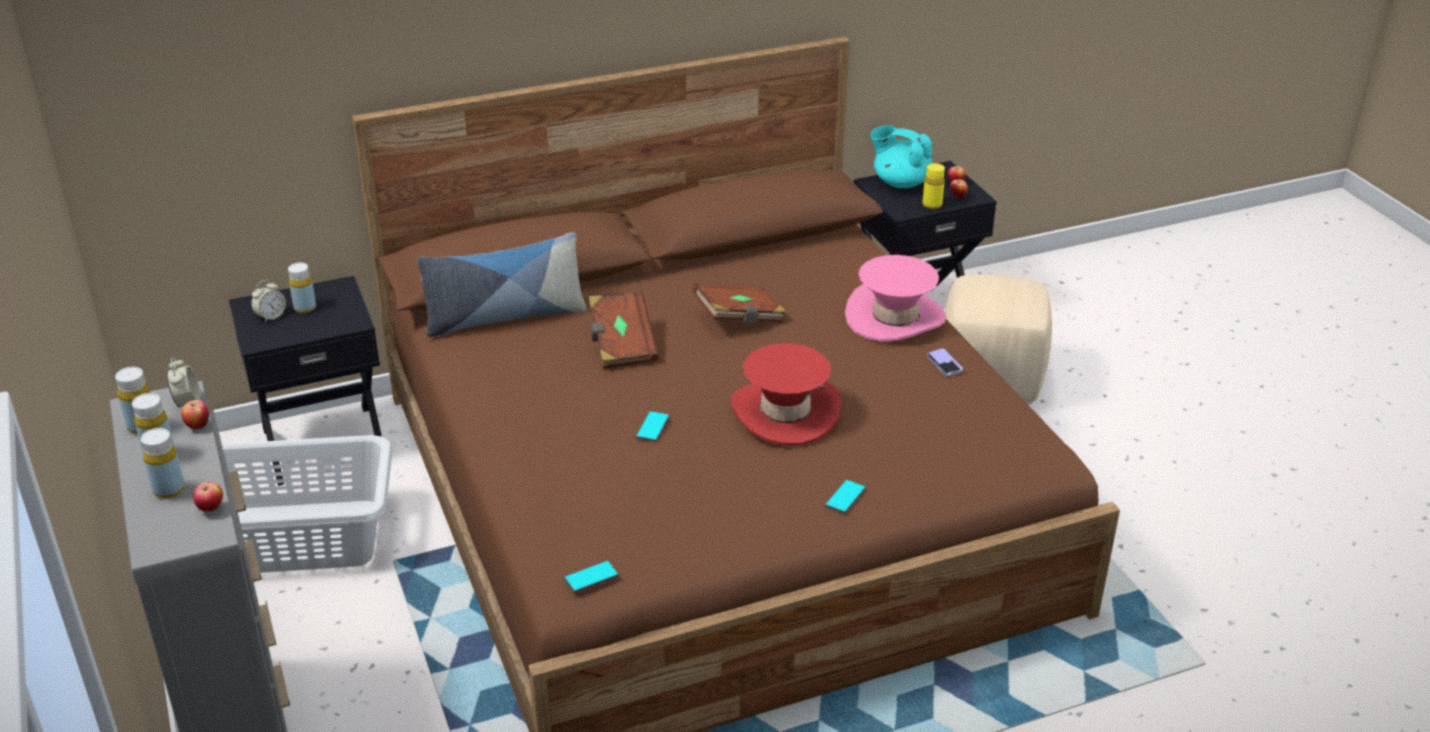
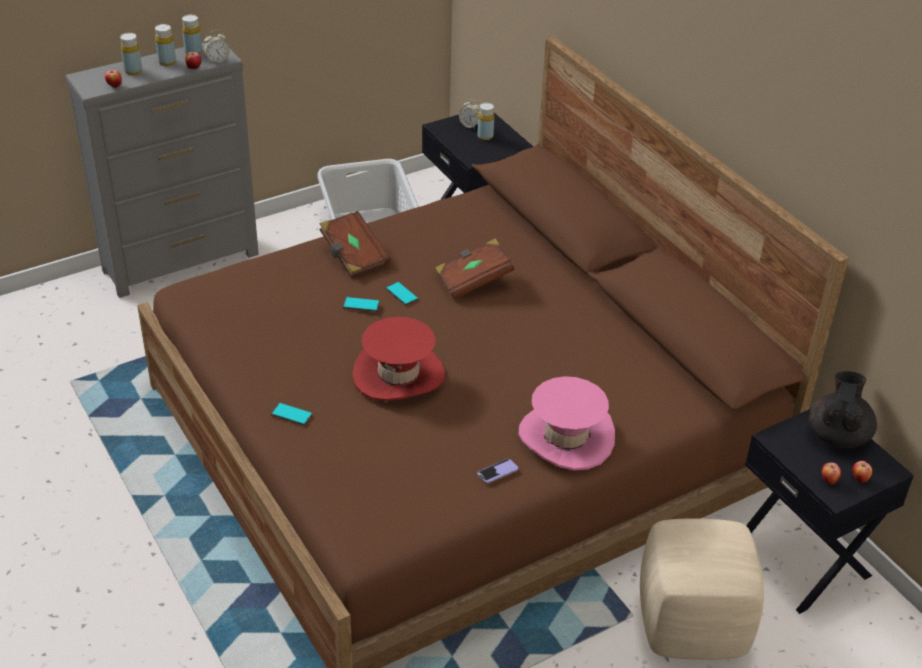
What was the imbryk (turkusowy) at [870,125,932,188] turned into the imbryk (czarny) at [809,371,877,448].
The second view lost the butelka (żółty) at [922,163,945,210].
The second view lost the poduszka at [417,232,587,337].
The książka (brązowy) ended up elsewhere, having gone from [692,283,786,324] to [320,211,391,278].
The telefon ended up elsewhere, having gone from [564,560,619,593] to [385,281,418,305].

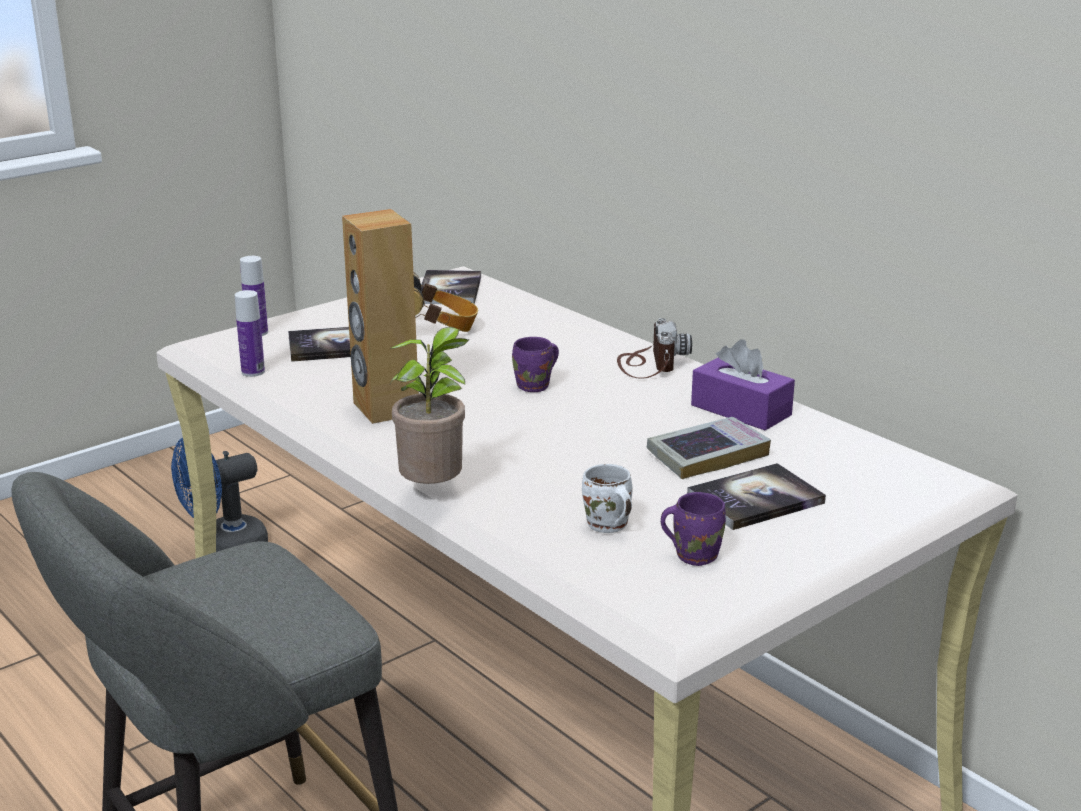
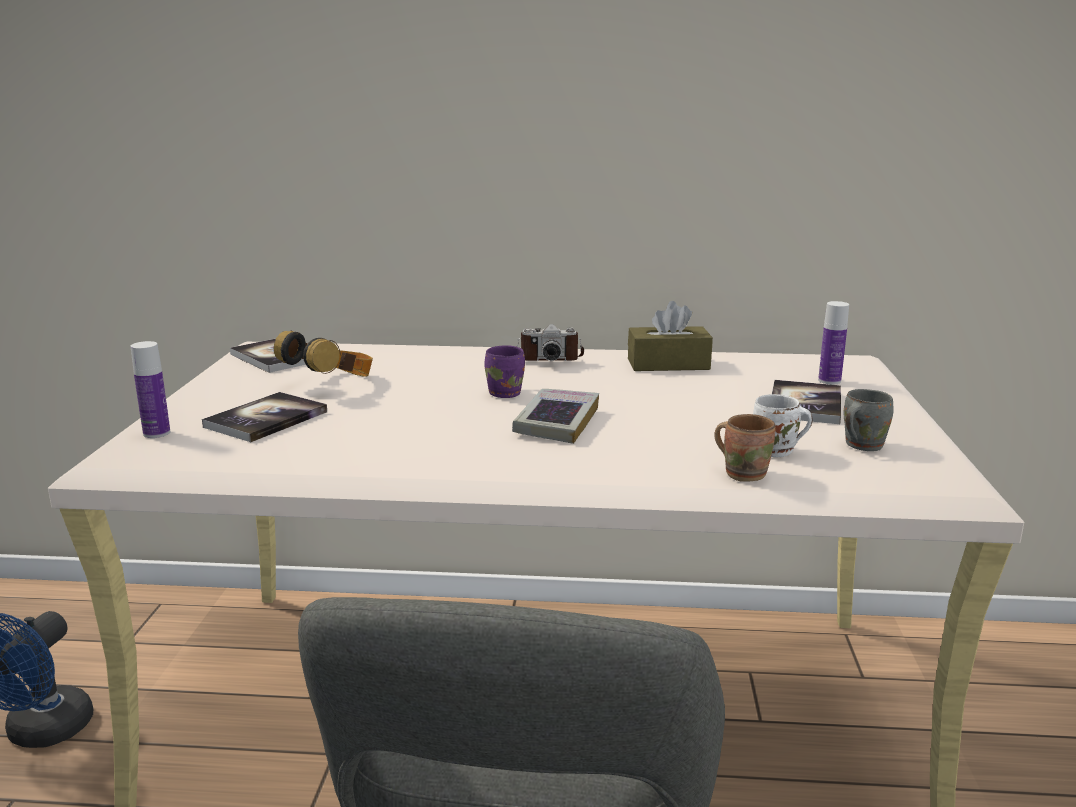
The second view lost the głośnik (brązowy) at [342,209,419,424].
The butelka ended up elsewhere, having gone from [235,290,265,377] to [818,301,849,385].
The aparat fotograficzny at [617,318,692,379] ended up facing another way, 135 degrees clockwise from before.
The second view lost the roślina doniczkowa at [390,327,470,484].
What was the pudełko chusteczek (fioletowy) at [691,340,795,431] turned into the pudełko chusteczek (brązowy) at [628,301,713,371].
The książka ended up elsewhere, having gone from [647,417,771,479] to [512,389,599,444].
What was the kubek (fioletowy) at [661,492,726,566] turned into the kubek (szary) at [844,389,894,451].
The second view gained the kubek (brązowy) at [715,414,776,482].

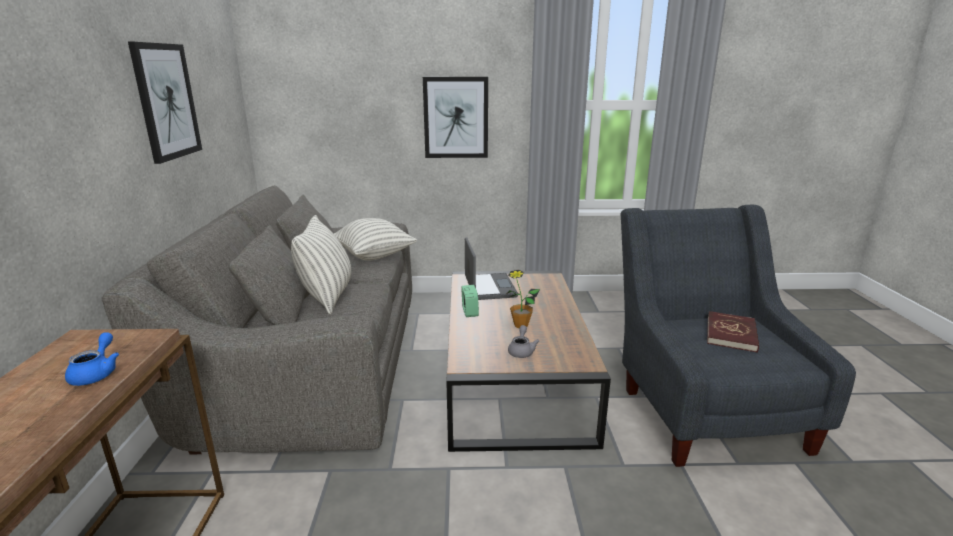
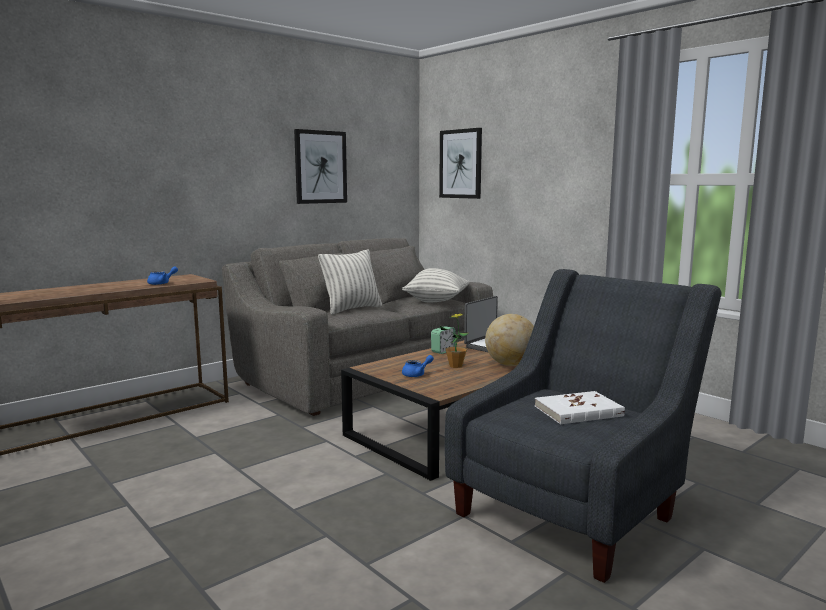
The obraz ended up elsewhere, having gone from [423,77,488,158] to [439,128,482,199].
What was the książka (czerwony) at [707,311,759,353] turned into the książka (biały) at [535,391,625,425].
What was the imbryk (szary) at [508,325,539,358] turned into the imbryk (niebieski) at [402,355,434,377].
The second view gained the globus at [485,314,534,366].

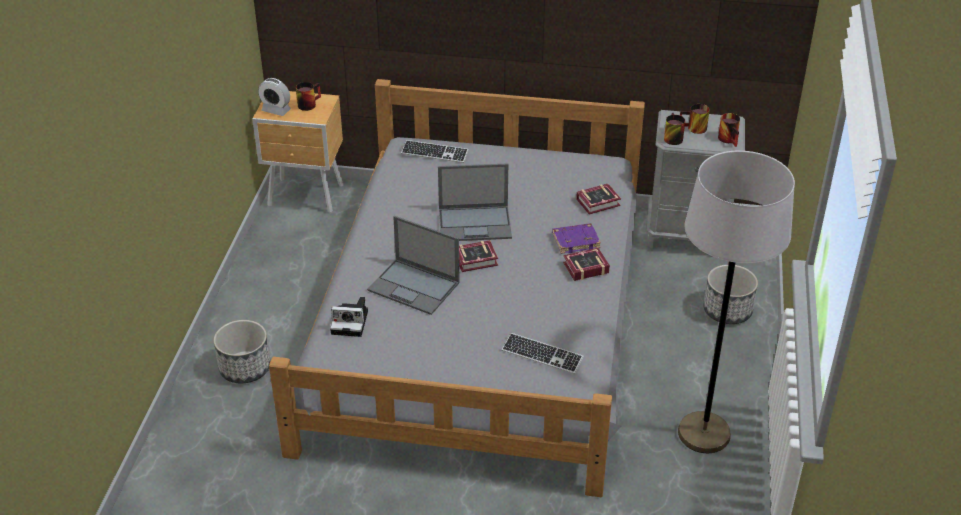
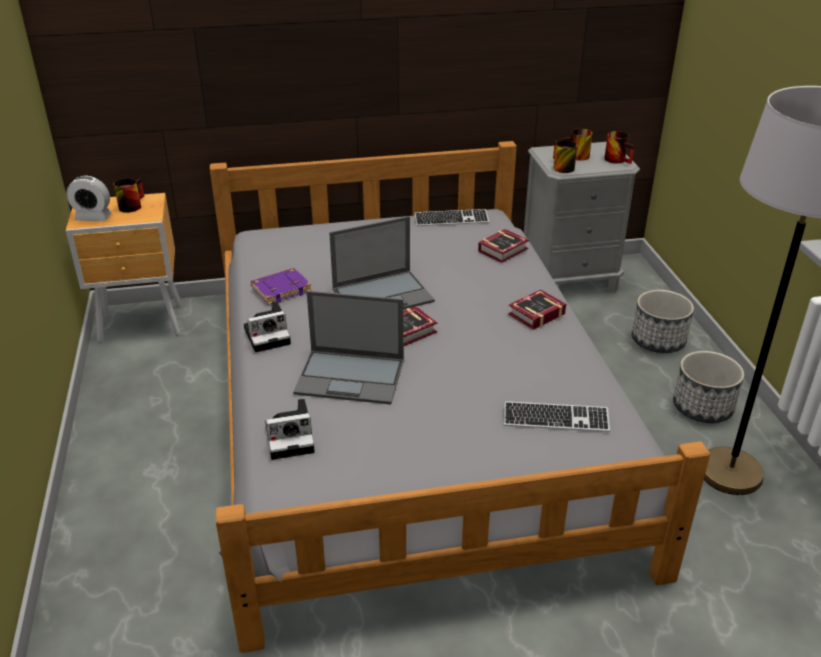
The klawiatura ended up elsewhere, having gone from [401,140,469,163] to [414,209,489,226].
The książka (fioletowy) ended up elsewhere, having gone from [552,223,601,254] to [251,268,312,305].
The donica ended up elsewhere, having gone from [213,320,271,383] to [673,351,744,423].
The second view gained the aparat fotograficzny at [244,301,291,353].

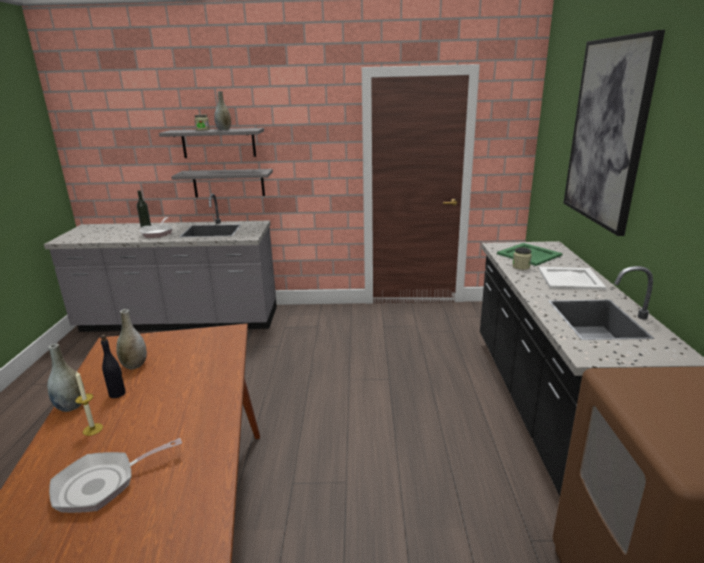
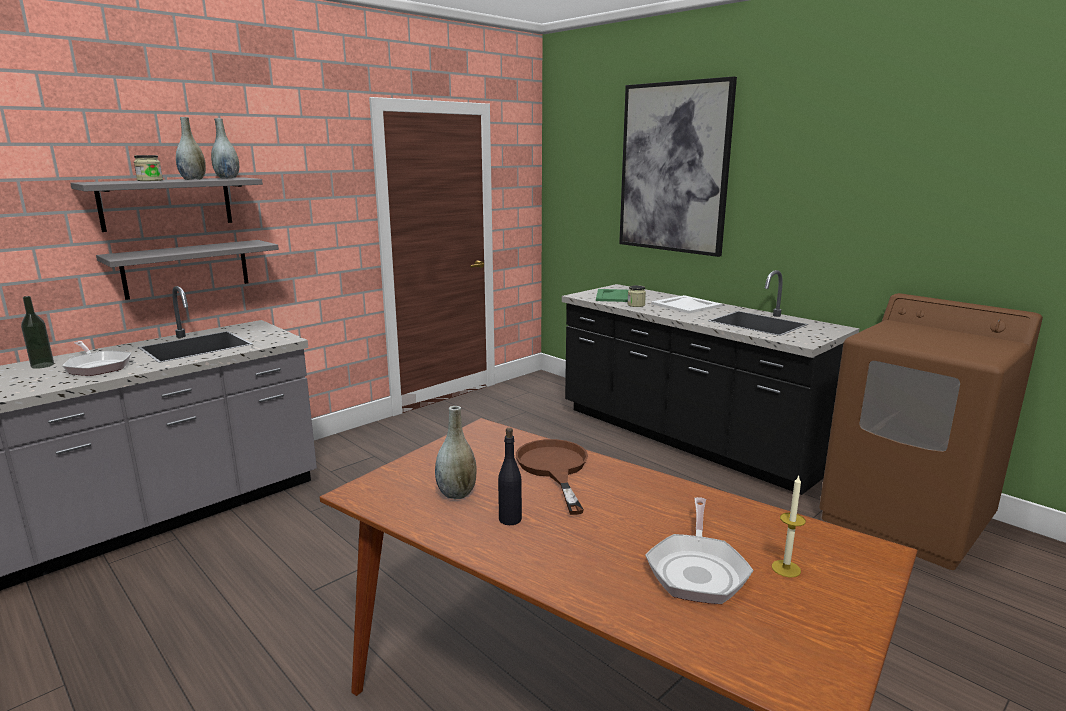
The wazon (szary) ended up elsewhere, having gone from [47,344,85,412] to [211,118,239,178].
The świeca ended up elsewhere, having gone from [75,370,103,436] to [772,475,806,577].
The second view gained the patelnia (brązowy) at [516,439,588,515].

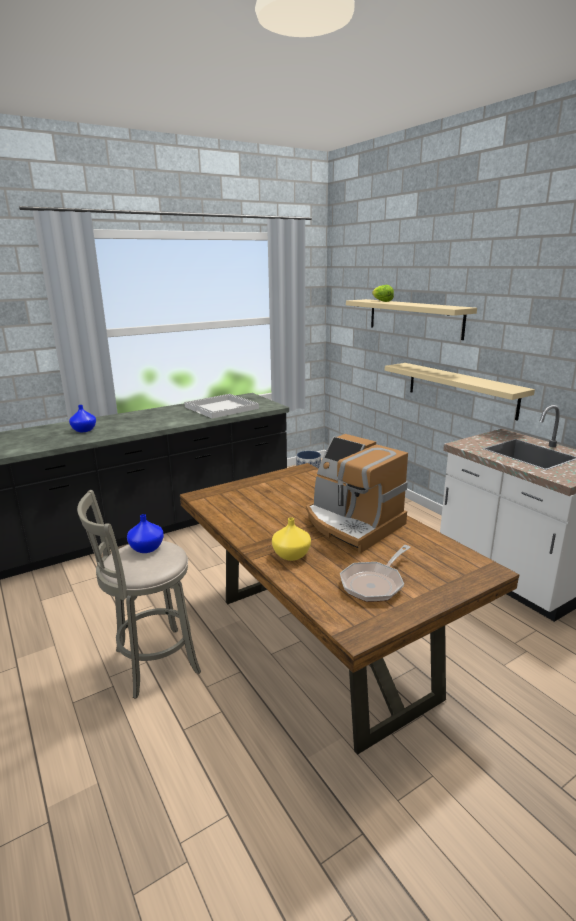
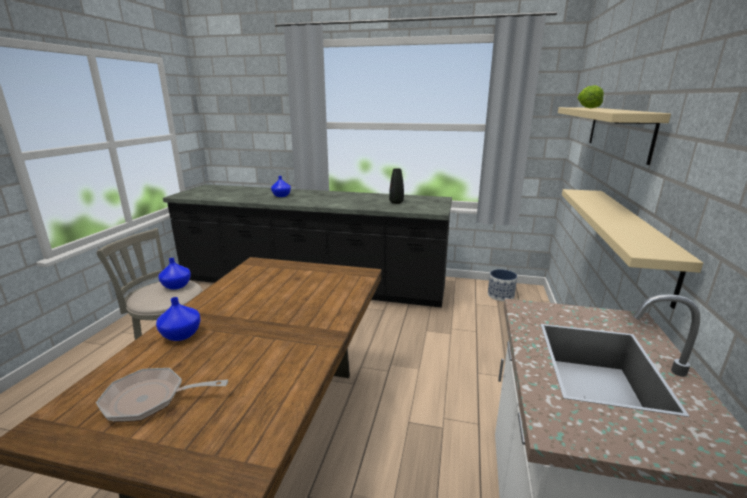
Where the taca (biały) stood at [184,394,259,419], the wazon (czarny) came to stand at [389,168,404,204].
The second view lost the ekspres do kawy at [306,434,408,554].
What was the wazon (żółty) at [272,517,311,561] turned into the wazon (niebieski) at [156,297,201,341].

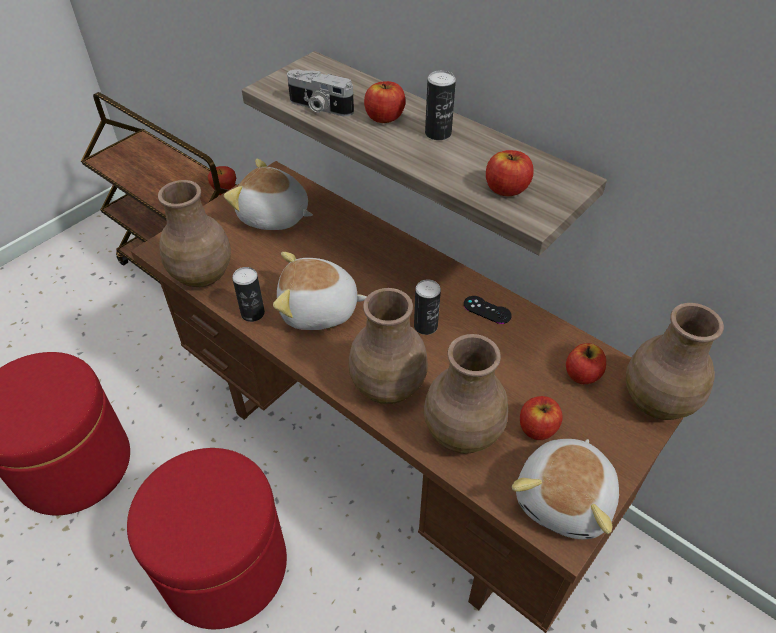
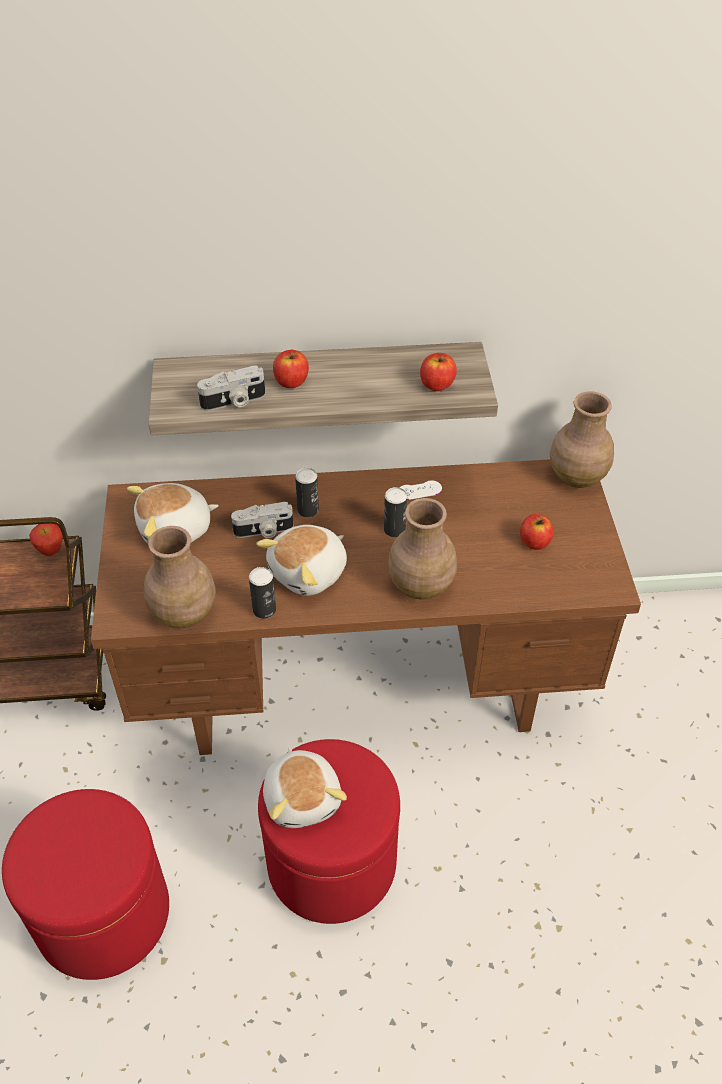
The puszka ended up elsewhere, having gone from [425,70,456,140] to [295,468,319,517].
What was the pad do gier (czarny) at [464,296,512,324] turned into the pad do gier (biały) at [399,480,442,500].
The second view lost the wazon (brązowy) at [424,334,508,454].
The second view lost the jabłko at [566,343,606,384].
The pluszak ended up elsewhere, having gone from [512,439,619,539] to [263,747,347,828].
The second view gained the aparat fotograficzny at [231,502,293,538].

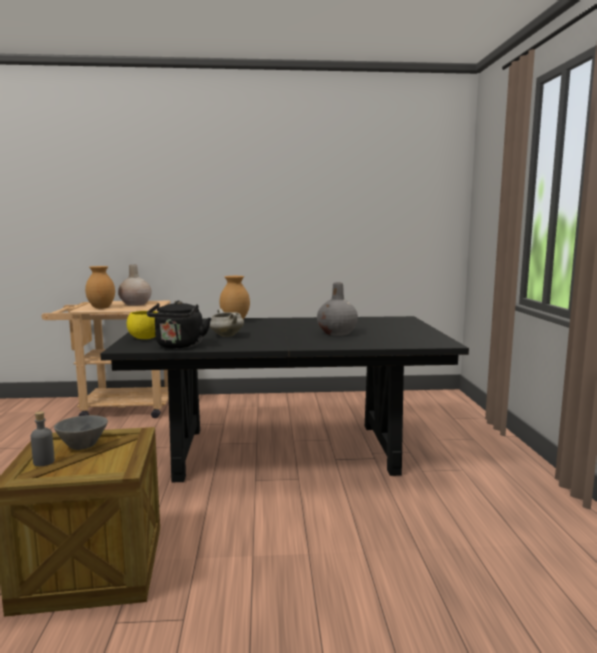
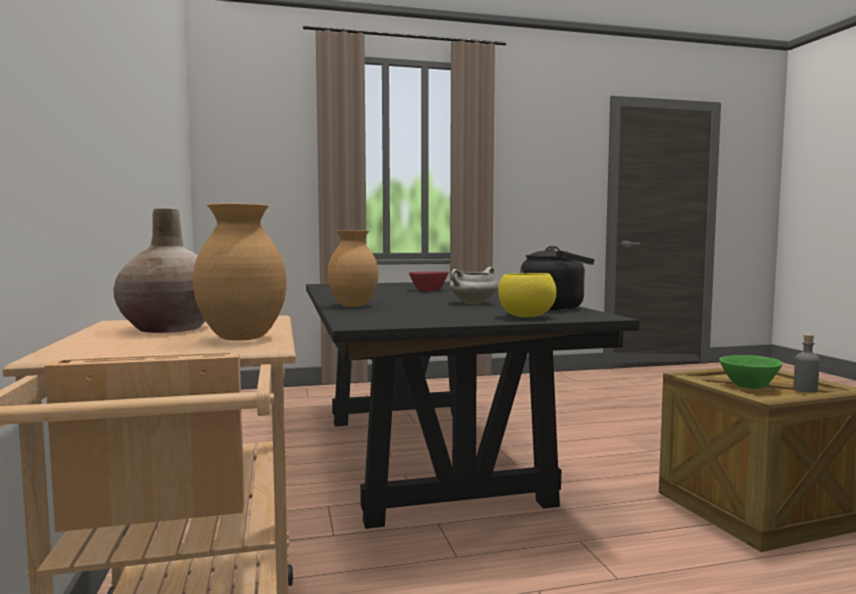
Where the wazon (szary) stood at [317,283,358,336], the miska (czerwony) came to stand at [409,271,449,291].
What was the miska (szary) at [54,415,108,450] turned into the miska (zielony) at [719,355,782,389].

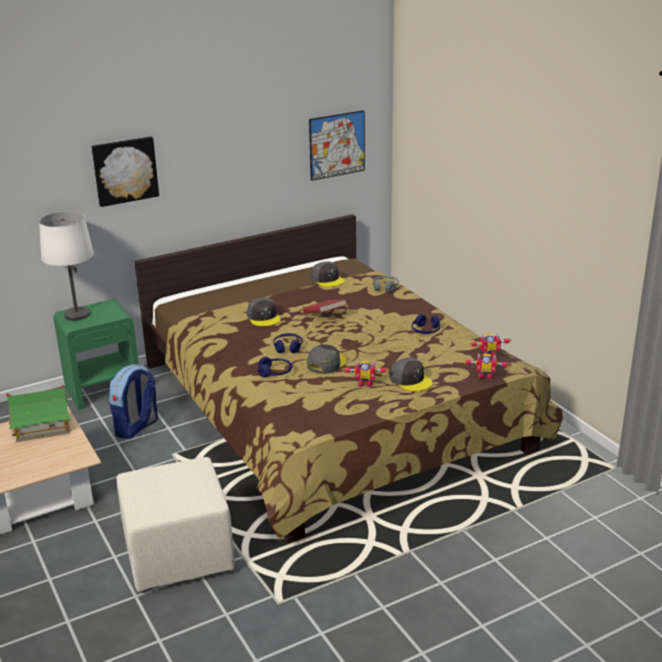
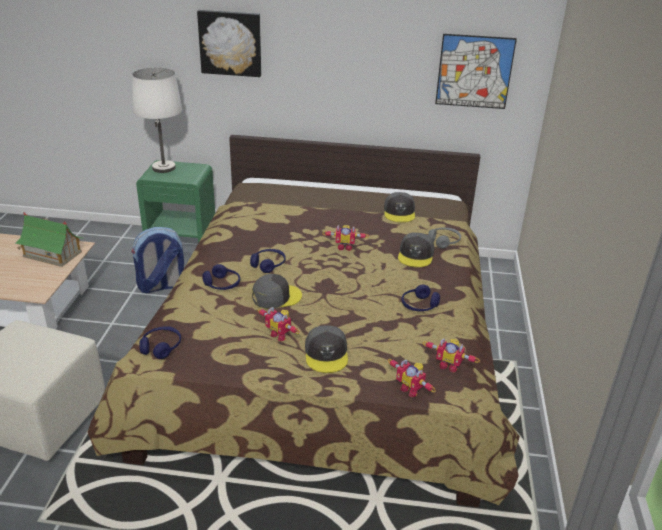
The czapka z daszkiem (szary) ended up elsewhere, having gone from [247,298,281,326] to [398,232,435,267].
Where the książka (czerwony) stood at [303,299,346,313], the robot zabawkowy came to stand at [322,225,369,251].
The second view gained the słuchawki (niebieski) at [139,326,181,359].

